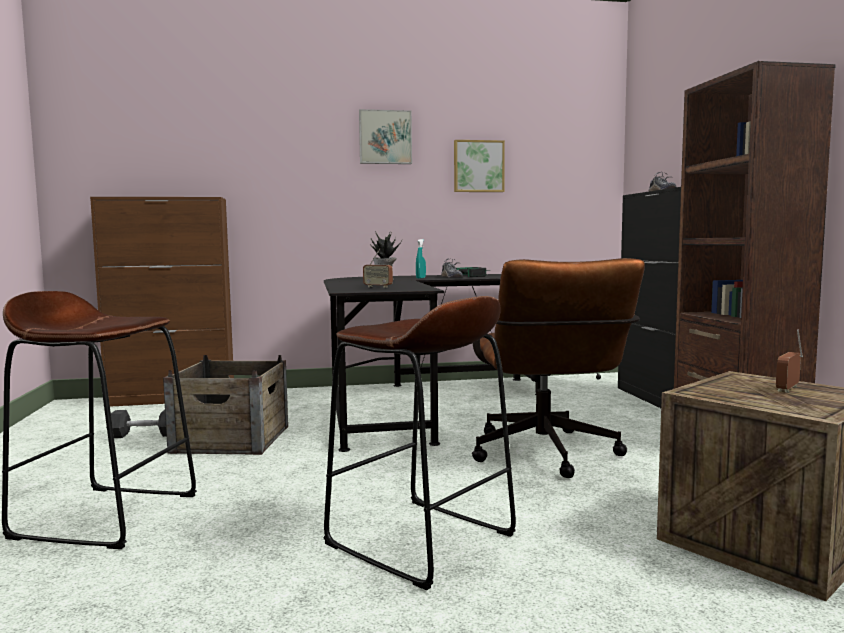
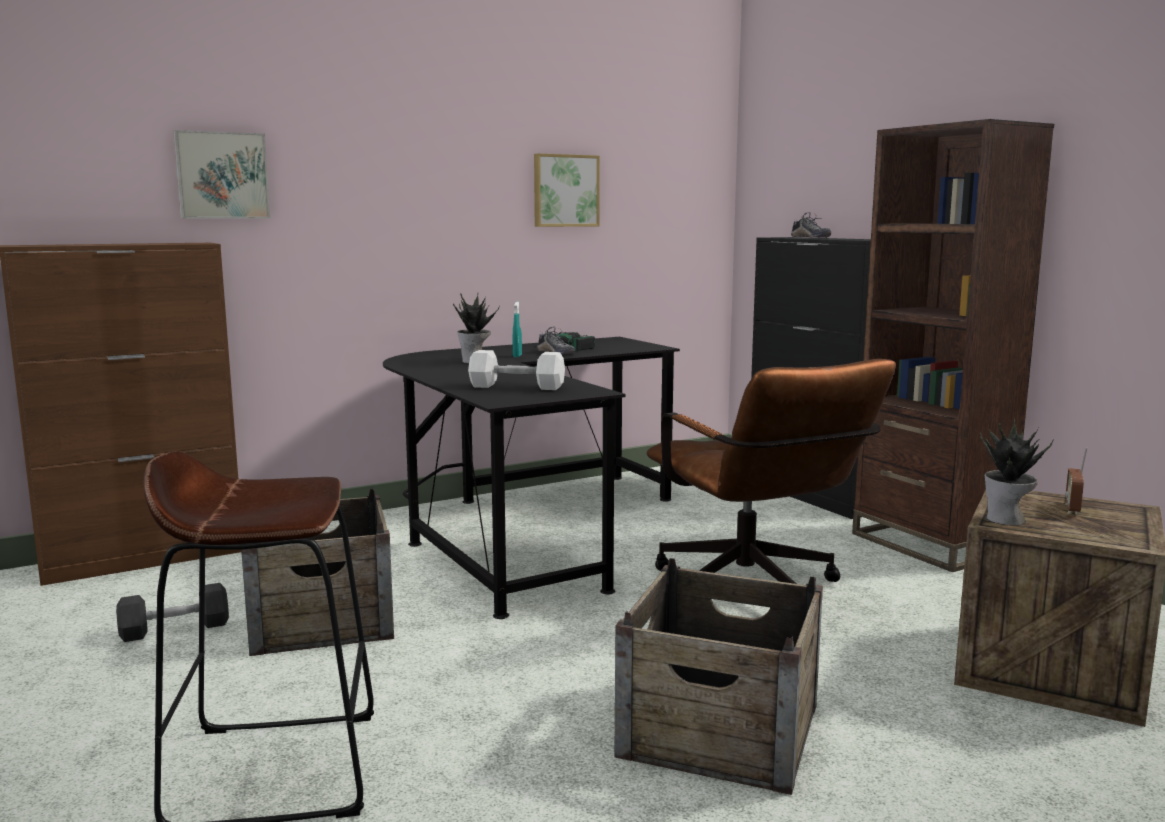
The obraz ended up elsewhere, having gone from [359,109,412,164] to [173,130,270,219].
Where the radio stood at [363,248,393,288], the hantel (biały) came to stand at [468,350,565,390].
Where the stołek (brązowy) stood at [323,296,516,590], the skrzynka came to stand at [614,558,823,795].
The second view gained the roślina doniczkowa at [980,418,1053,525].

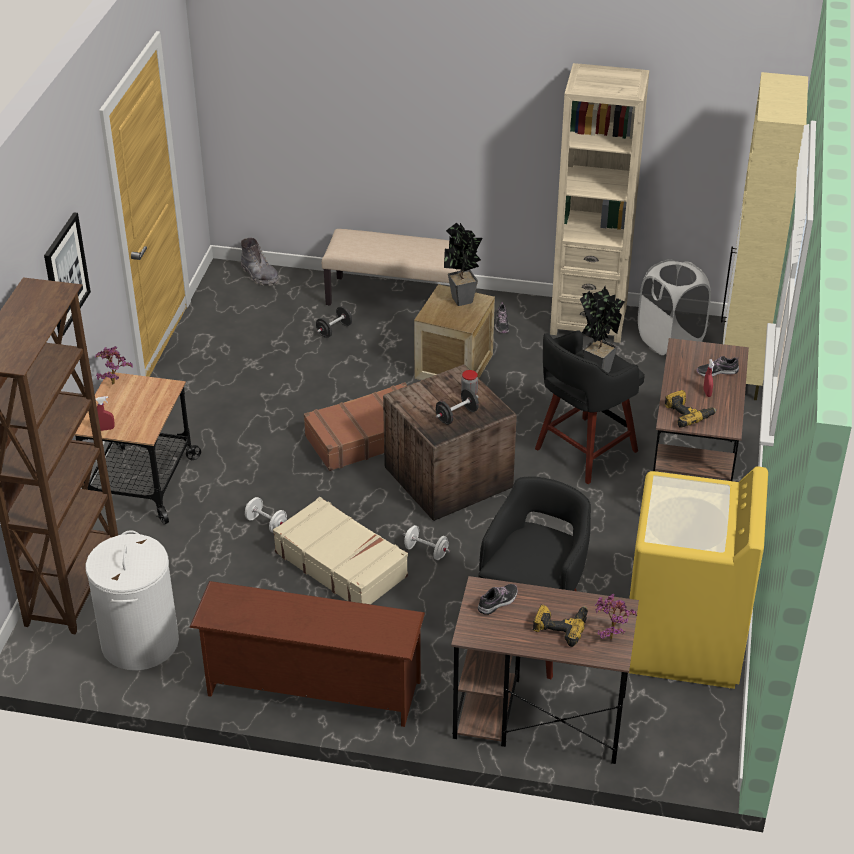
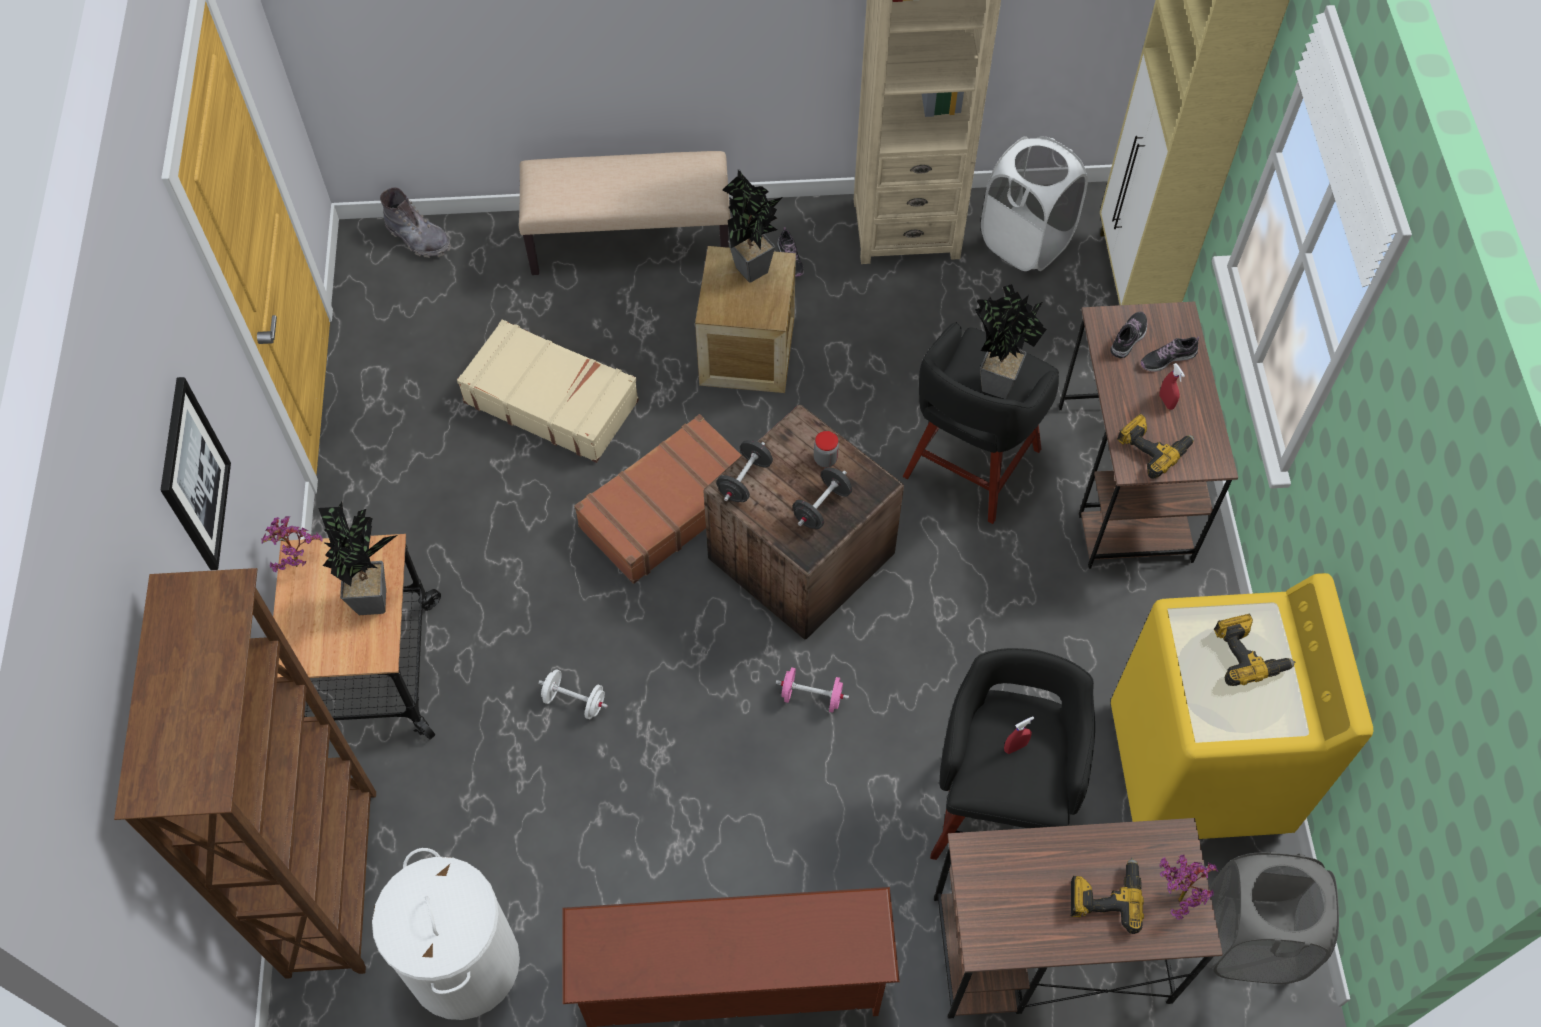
The hantel (czarny) ended up elsewhere, having gone from [316,306,352,338] to [716,440,773,502].
The spryskiwacz (czerwony) ended up elsewhere, having gone from [96,396,115,431] to [1004,717,1034,754].
The walizka (beżowy) ended up elsewhere, having gone from [273,497,408,604] to [457,319,639,463].
What was the hantel (biały) at [403,525,450,560] turned into the hantel (różowy) at [776,668,849,713].
The but ended up elsewhere, having gone from [478,584,518,615] to [1111,312,1147,358].
The second view gained the roślina doniczkowa at [318,502,398,615].
The second view gained the wiertarka at [1214,613,1295,686].
The second view gained the kosz na pranie (szary) at [1207,852,1339,984].

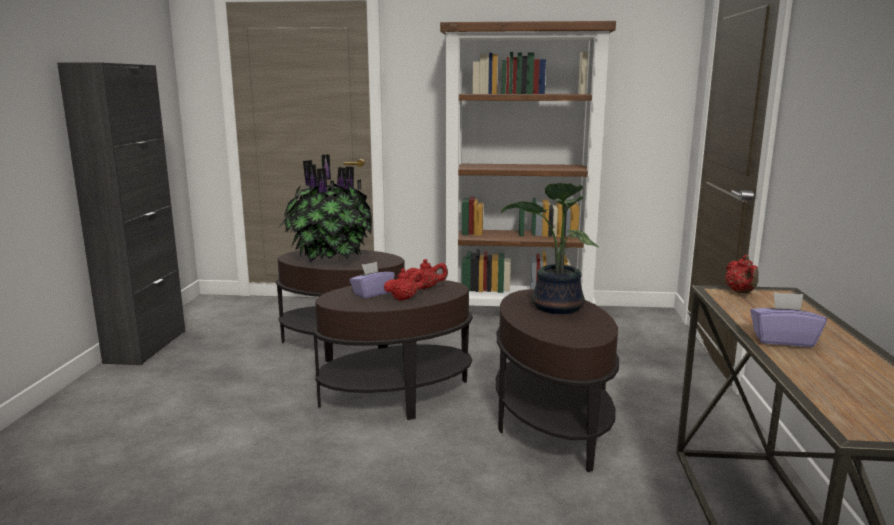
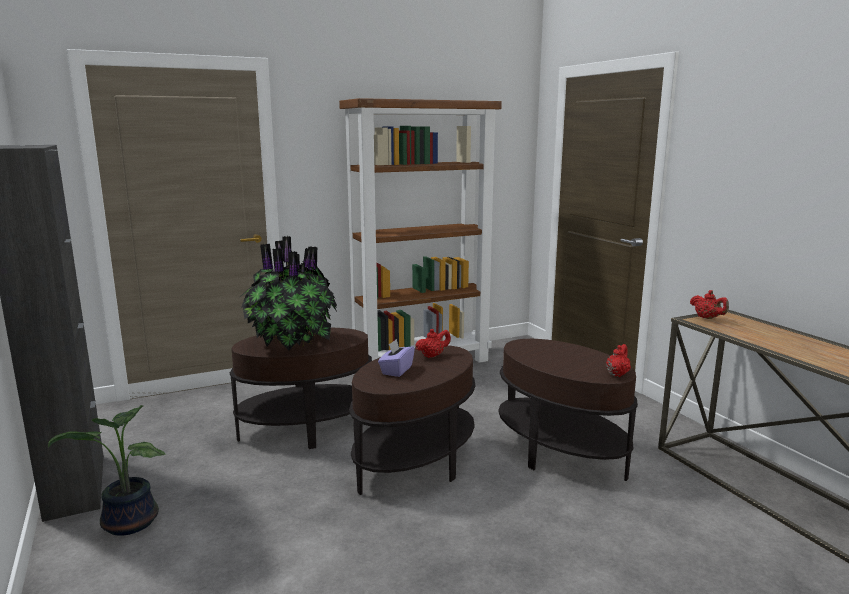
The roślina doniczkowa ended up elsewhere, having gone from [501,183,599,314] to [48,405,166,536].
The imbryk (czerwony) ended up elsewhere, having gone from [384,268,426,301] to [606,344,631,377].
The second view lost the pudełko chusteczek (fioletowy) at [750,292,827,347].

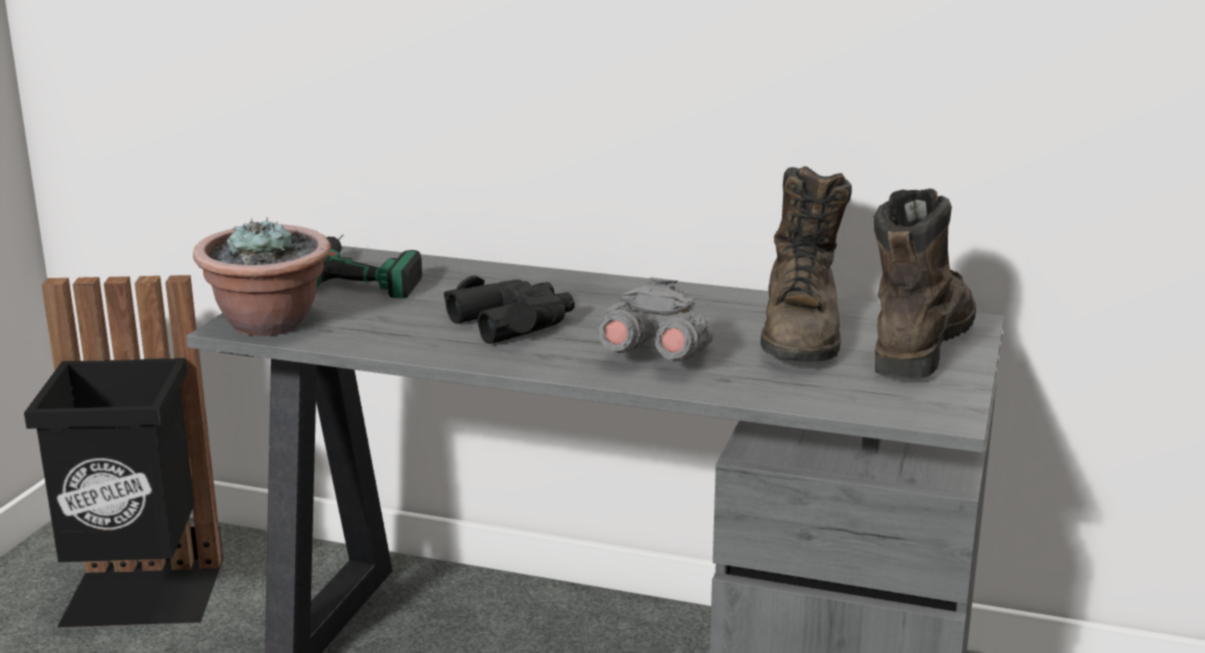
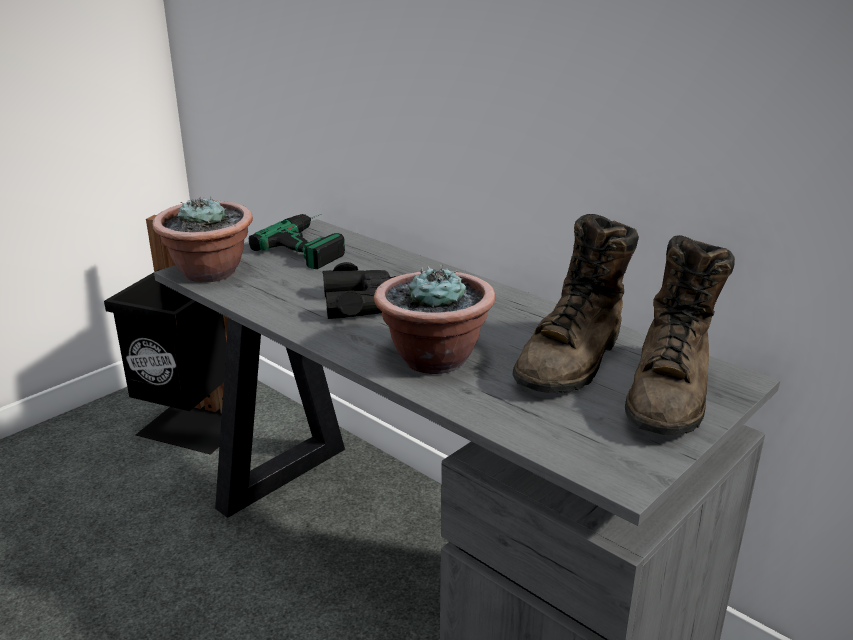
The but z cholewką (brązowy) at [874,189,976,379] ended up facing another way, 150 degrees clockwise from before.
Where the lornetka (szary) stood at [598,277,713,362], the roślina doniczkowa came to stand at [374,264,495,374].

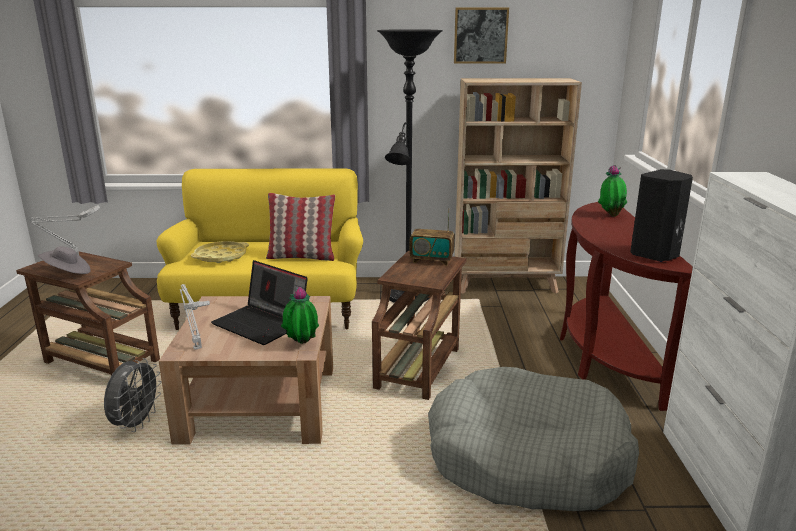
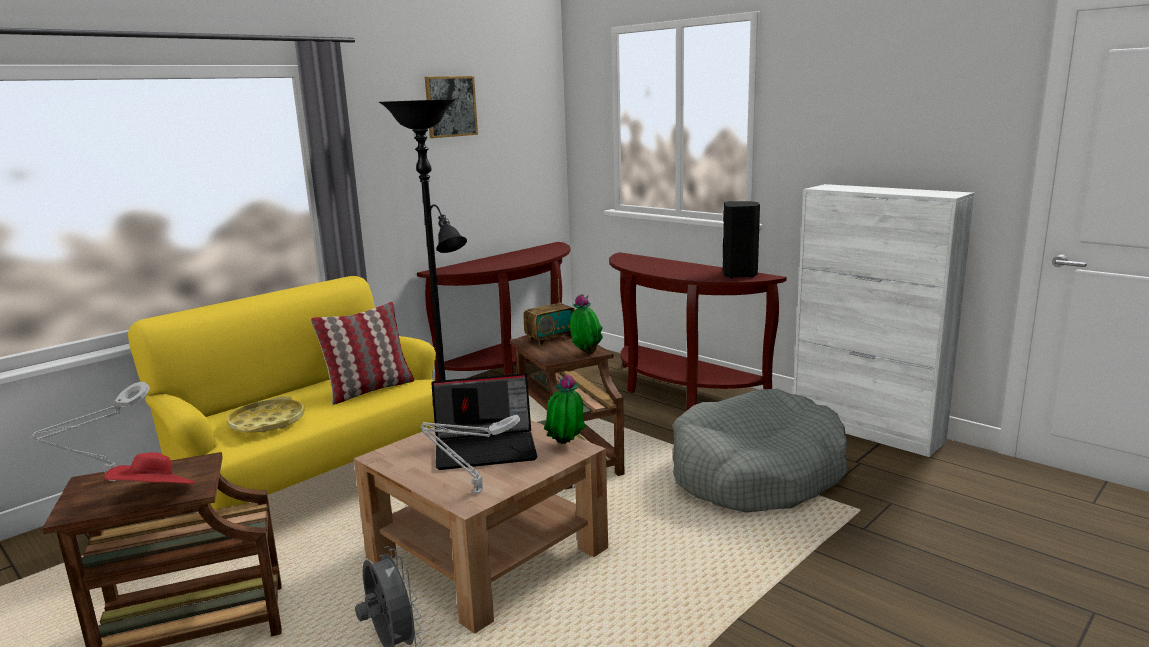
Where the regał (beżowy) stood at [455,78,582,294], the stolik konsolowy (brązowy) came to stand at [417,242,571,381].
The roślina doniczkowa ended up elsewhere, having gone from [598,165,627,216] to [570,294,603,354].
What was the kapelusz (szary) at [38,246,91,274] turned into the kapelusz (czerwony) at [104,452,196,484].

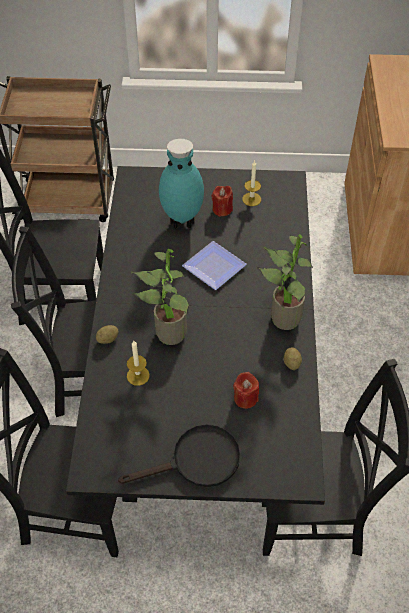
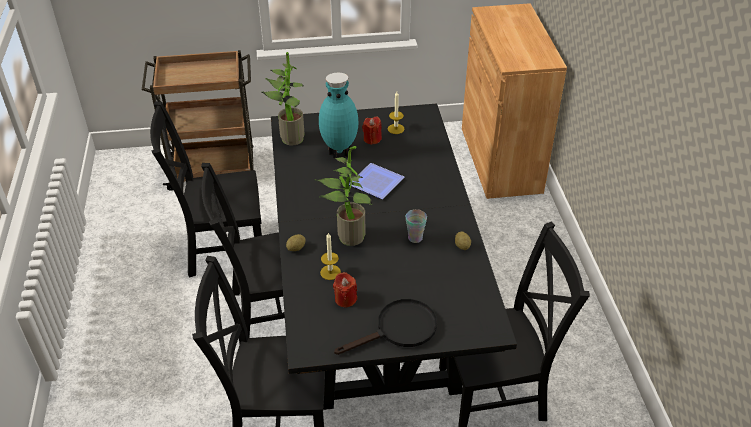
The roślina doniczkowa ended up elsewhere, having gone from [257,234,313,330] to [261,52,305,146].
The świeca (czerwony) ended up elsewhere, having gone from [233,372,259,409] to [333,272,357,308].
The second view gained the filiżanka at [406,209,427,243].

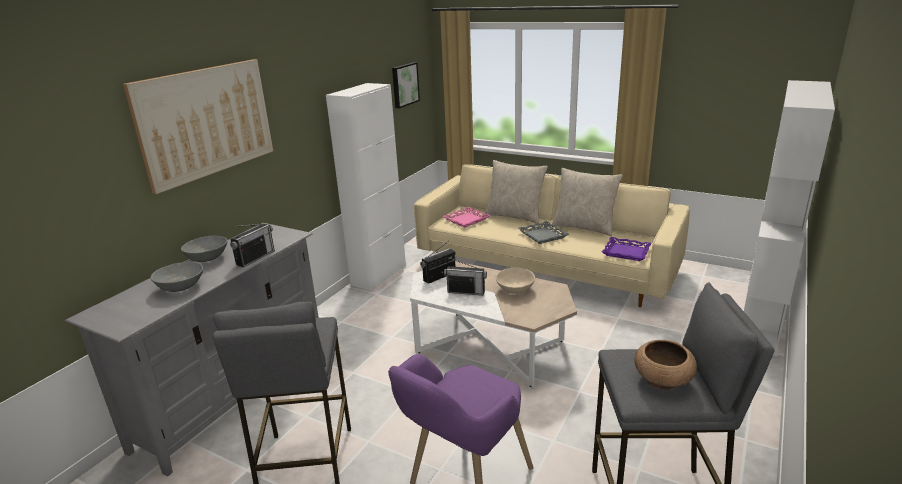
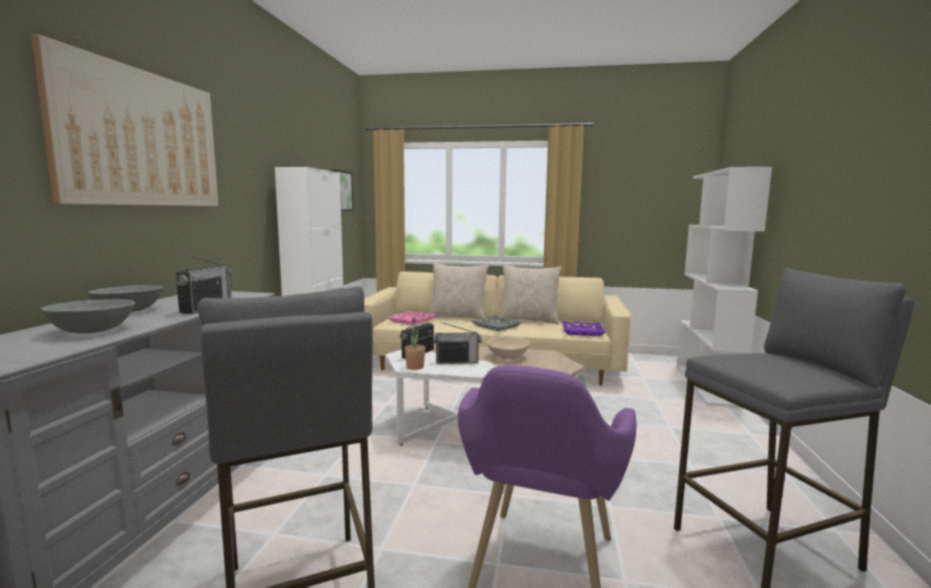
The second view lost the miska (brązowy) at [634,340,697,390].
The second view gained the roślina doniczkowa at [405,316,426,370].

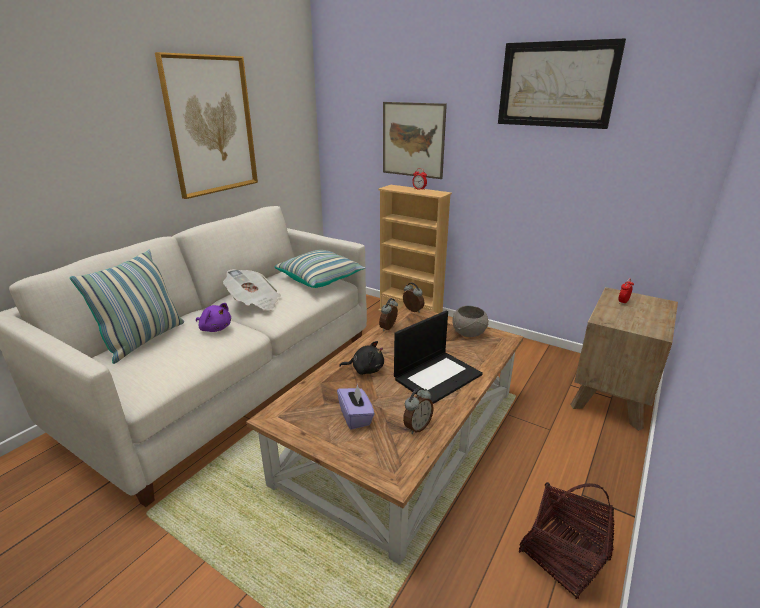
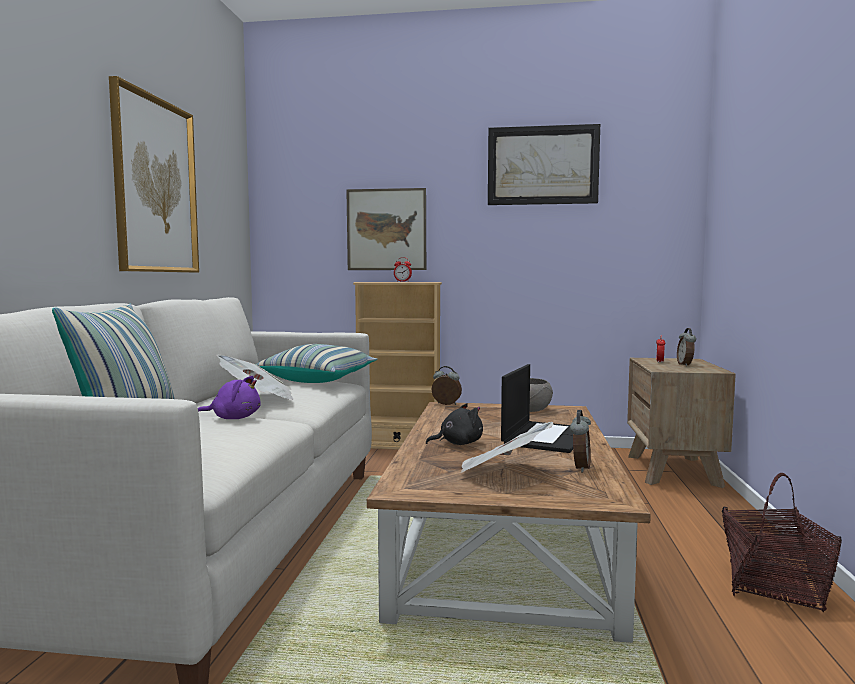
The budzik ended up elsewhere, having gone from [379,298,398,331] to [677,328,696,366].
Where the pudełko chusteczek (fioletowy) stood at [337,384,374,429], the gazeta came to stand at [460,422,553,473].

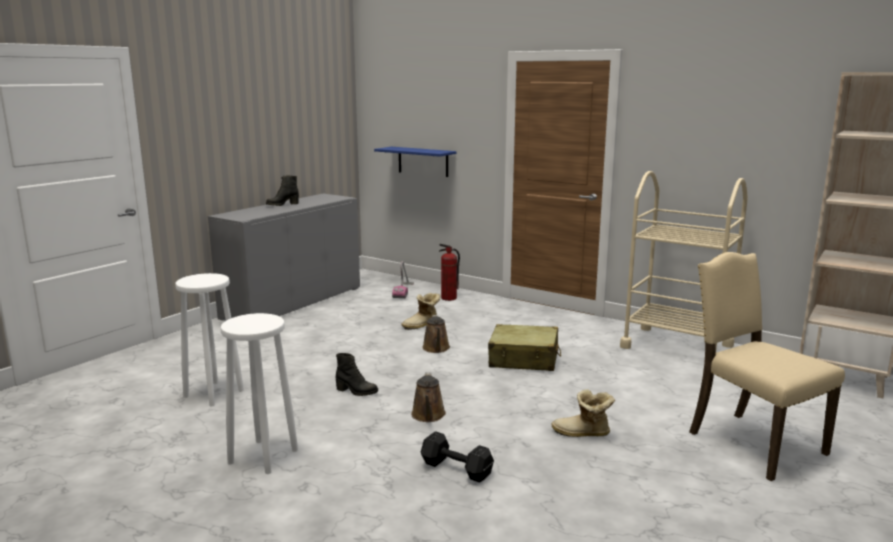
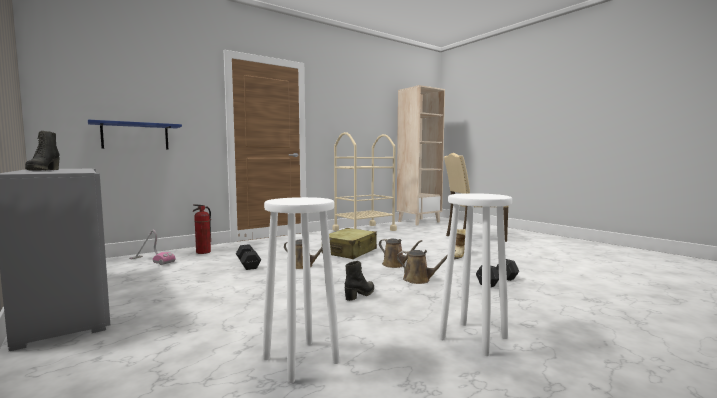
Where the but z cholewką stood at [401,293,440,330], the hantel (czarny) came to stand at [236,244,261,270].
The second view gained the konewka (brązowy) at [379,238,422,268].

